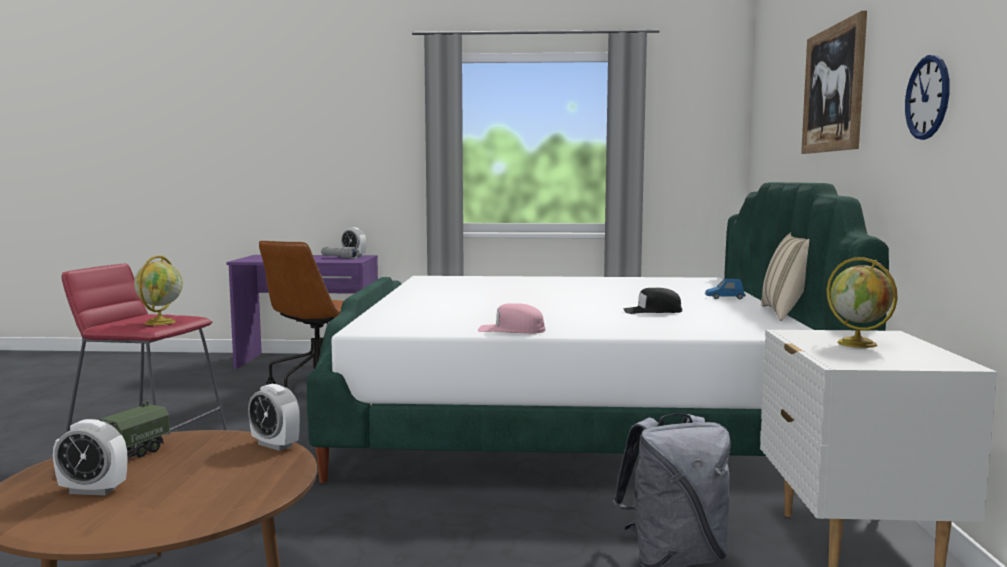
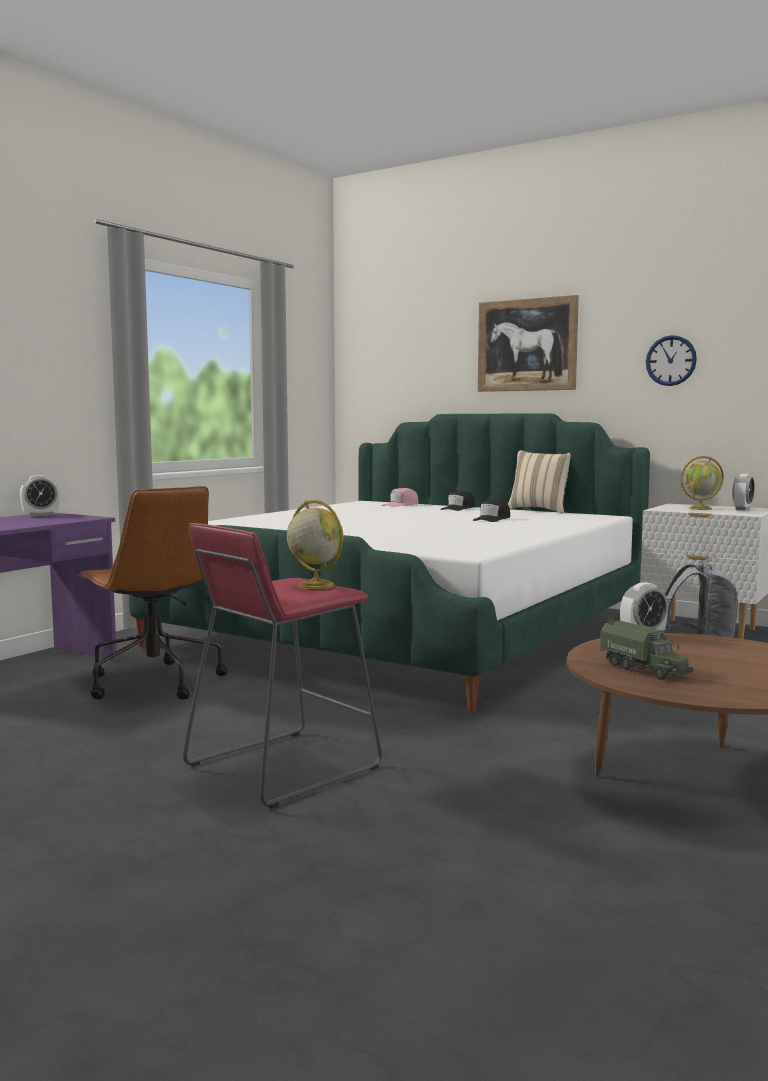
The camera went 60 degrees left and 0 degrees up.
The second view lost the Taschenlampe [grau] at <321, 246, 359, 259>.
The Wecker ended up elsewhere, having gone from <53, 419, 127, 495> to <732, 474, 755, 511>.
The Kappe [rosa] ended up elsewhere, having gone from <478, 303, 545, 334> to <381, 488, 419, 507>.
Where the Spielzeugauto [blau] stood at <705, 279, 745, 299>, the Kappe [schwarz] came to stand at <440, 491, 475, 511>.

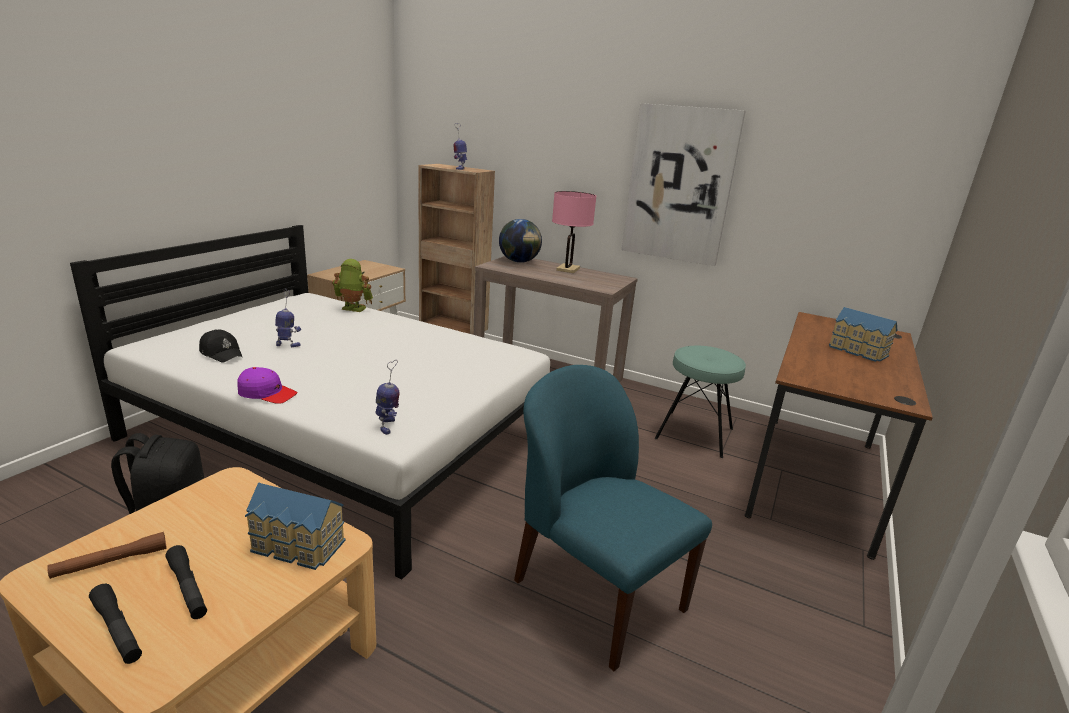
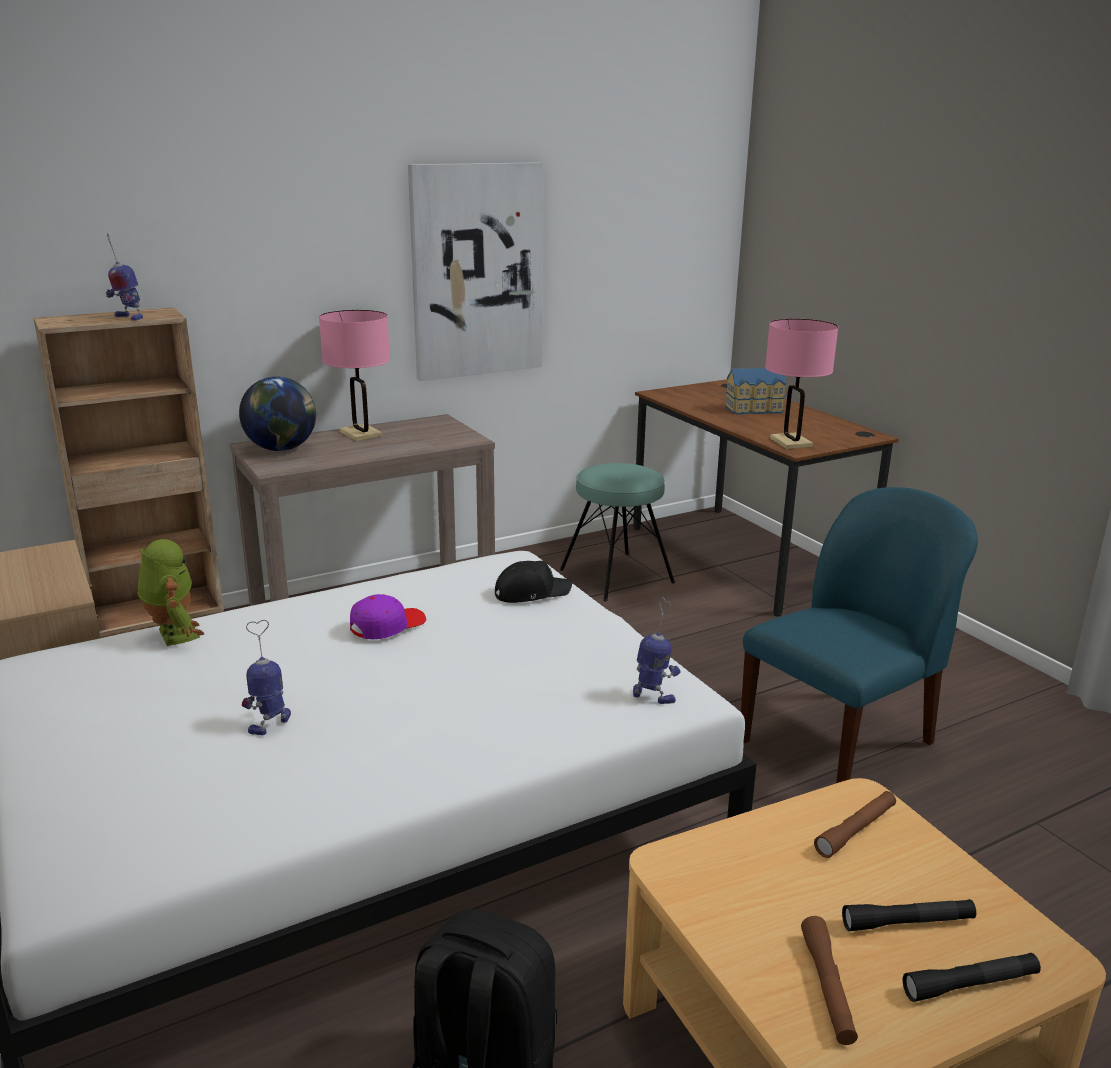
The camera went 55 degrees left and 0 degrees up.
The second view gained the Tischlampe [rosa] at <765, 319, 838, 449>.
The Kappe [schwarz] ended up elsewhere, having gone from <199, 329, 242, 363> to <495, 561, 572, 603>.
The Kappe [lila] ended up elsewhere, having gone from <237, 367, 298, 404> to <350, 594, 426, 639>.
Where the Spielzeughaus stood at <245, 482, 345, 570>, the Taschenlampe [braun] came to stand at <814, 791, 896, 858>.
The Spielzeugroboter at <332, 259, 373, 312> ended up facing another way, 105 degrees clockwise from before.
The Stuhl [blau] at <514, 365, 712, 671> ended up facing another way, 150 degrees clockwise from before.

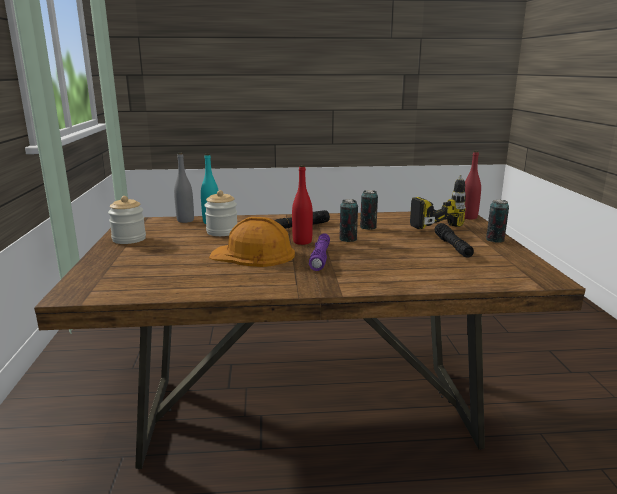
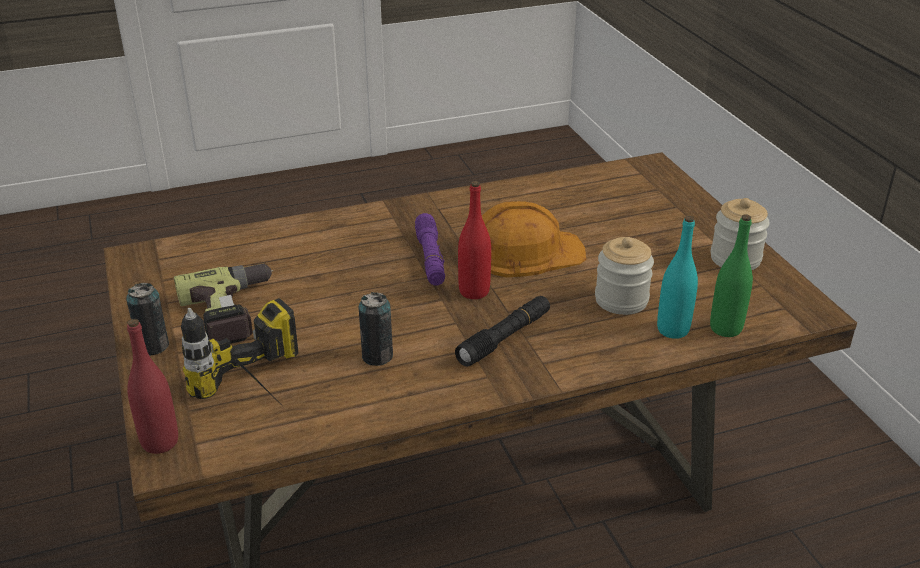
The camera went 165 degrees right and 15 degrees up.
The second view lost the Dose at <339, 199, 358, 242>.
Where the Taschenlampe [schwarz] stood at <435, 223, 474, 258>, the Bohrmaschine came to stand at <174, 263, 274, 343>.
What was the Flasche [grau] at <174, 153, 194, 223> turned into the Flasche [grün] at <710, 214, 753, 337>.

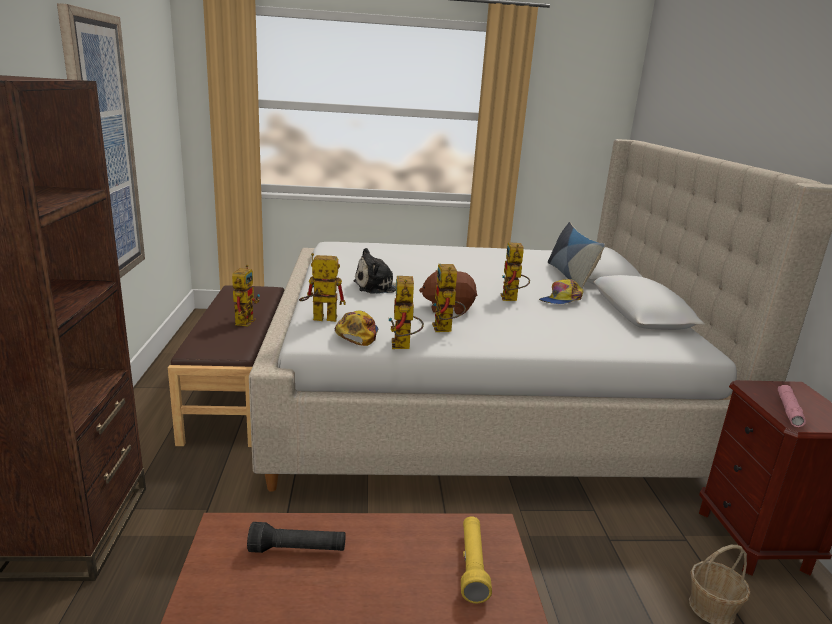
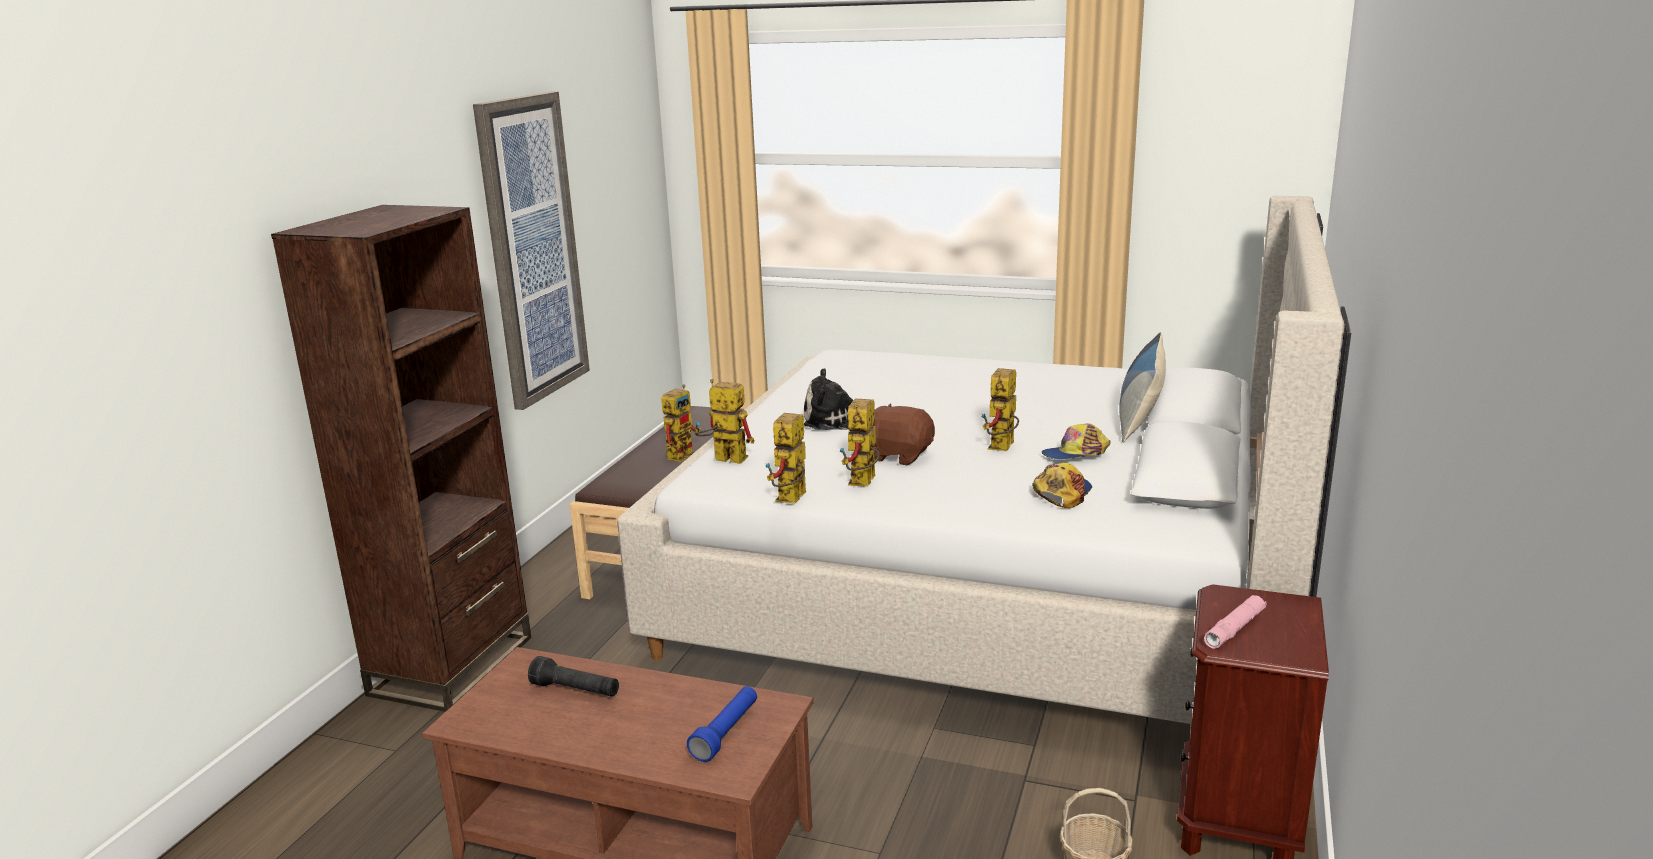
The camera went 25 degrees right and 0 degrees up.
The Kappe ended up elsewhere, having gone from <334, 310, 378, 346> to <1032, 463, 1092, 508>.
What was the Taschenlampe [gelb] at <461, 516, 492, 603> turned into the Taschenlampe [blau] at <687, 686, 757, 762>.

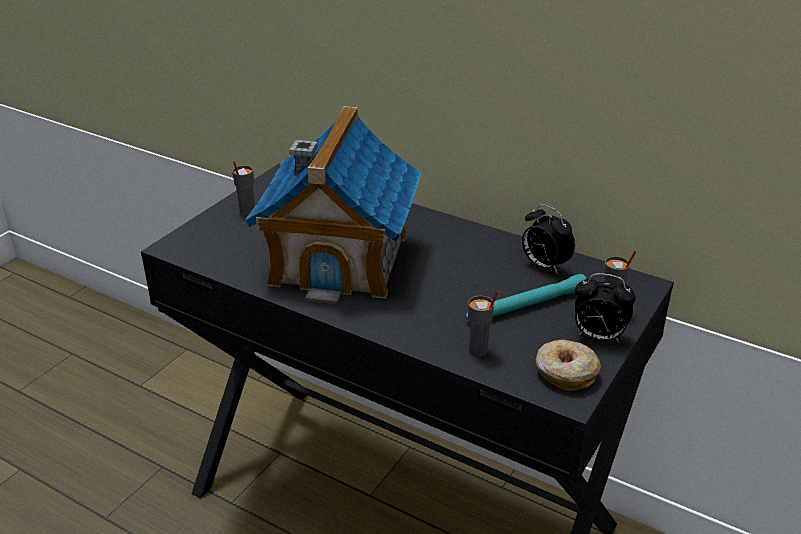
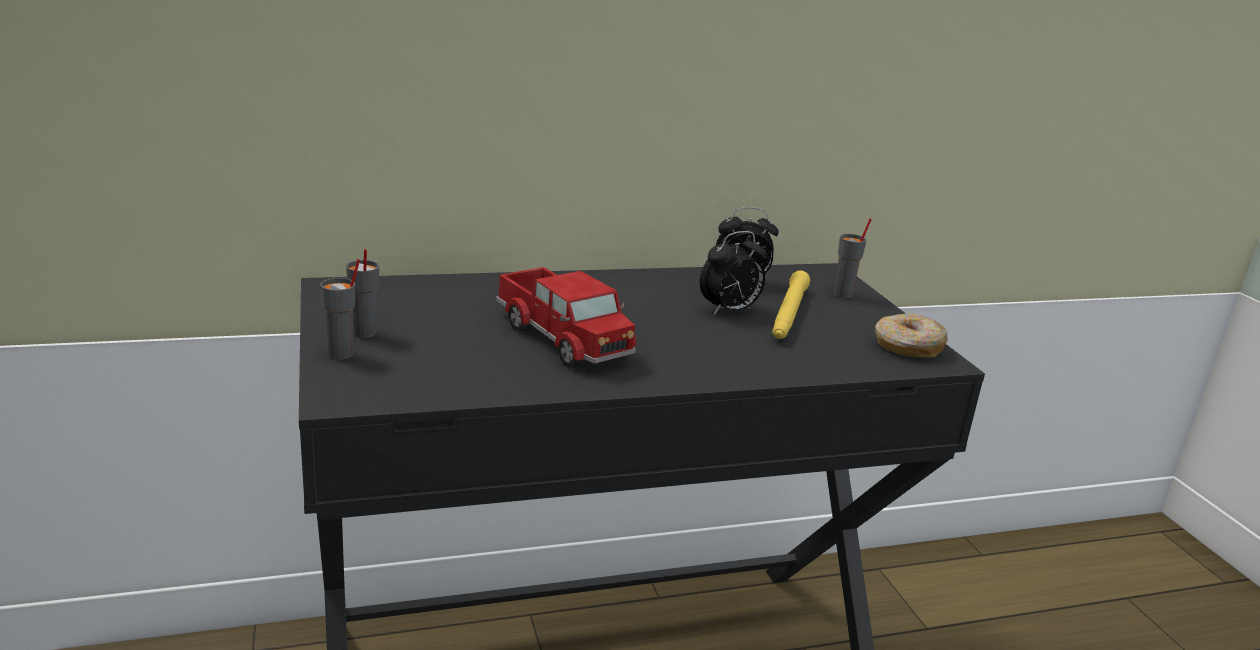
The camera went 50 degrees left and 10 degrees down.
The Tasse [grau] ended up elsewhere, having gone from <468, 291, 498, 357> to <320, 259, 360, 360>.
The Wecker ended up elsewhere, having gone from <575, 273, 636, 343> to <700, 231, 766, 315>.
Where the Spielzeughaus stood at <245, 106, 422, 304>, the Spielzeuglaster came to stand at <496, 267, 636, 368>.
What was the Taschenlampe [türkis] at <465, 274, 587, 319> turned into the Taschenlampe [gelb] at <772, 270, 810, 339>.

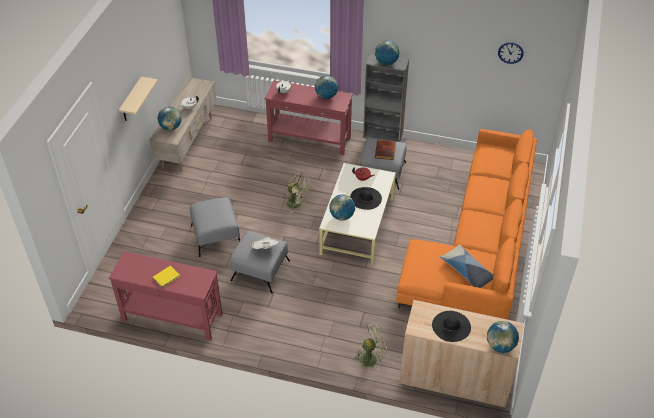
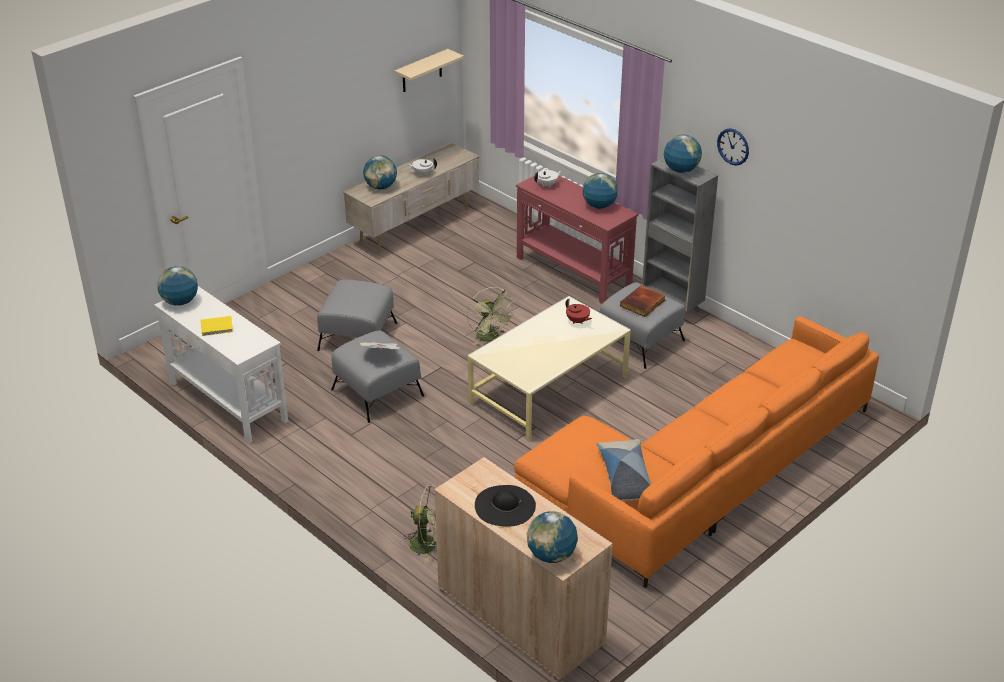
The camera went 30 degrees right and 10 degrees down.
The second view lost the Hut [schwarz] at <350, 187, 382, 210>.
The Wandregal [beige] ended up elsewhere, having gone from <119, 76, 158, 121> to <395, 49, 464, 92>.
The Globus ended up elsewhere, having gone from <329, 194, 355, 221> to <157, 266, 198, 306>.
The Wanduhr ended up elsewhere, having gone from <498, 42, 523, 64> to <717, 128, 749, 166>.
What was the Konsolentisch [rot] at <109, 251, 223, 341> turned into the Konsolentisch [weiß] at <154, 286, 288, 443>.

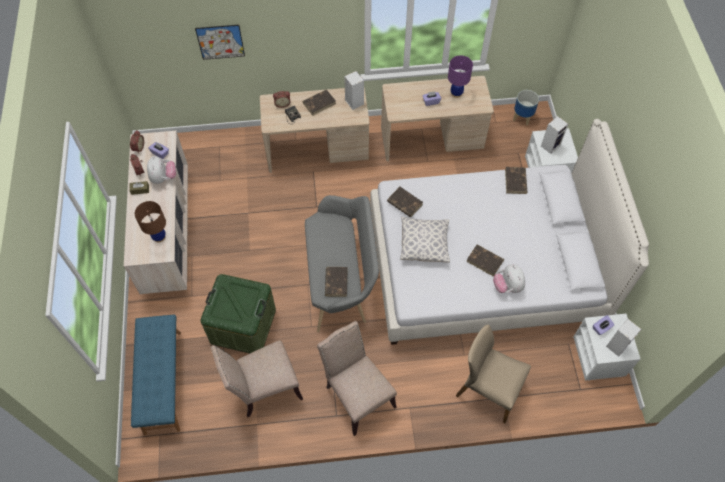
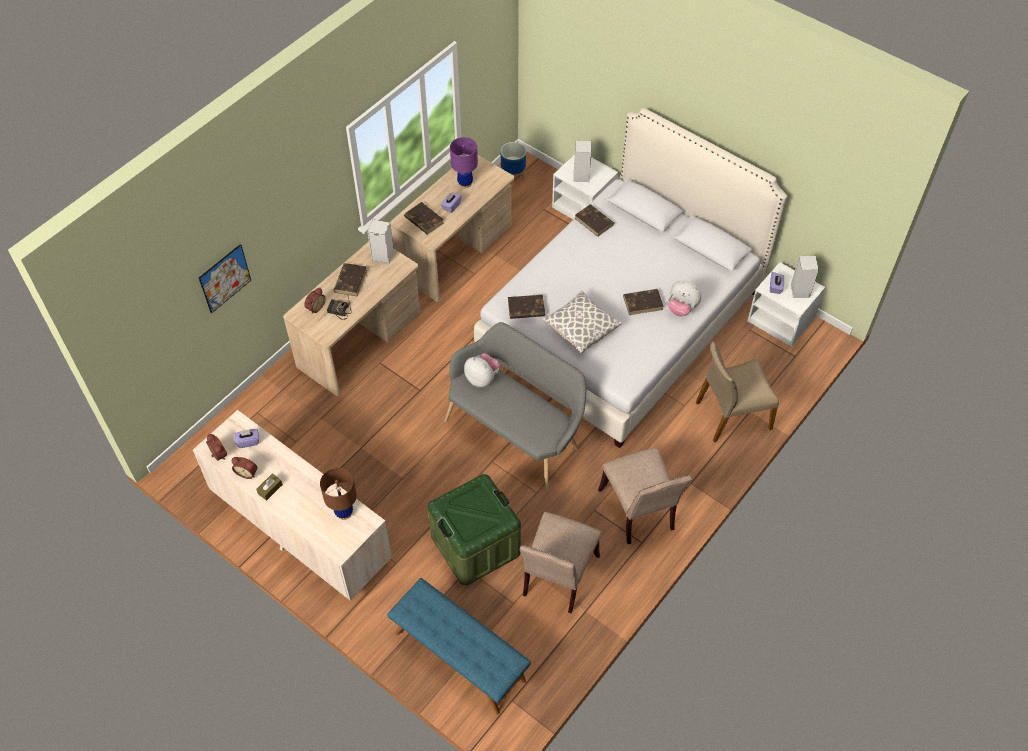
The camera went 45 degrees left and 5 degrees down.
The Plüschtier ended up elsewhere, having gone from <147, 156, 176, 184> to <464, 353, 500, 387>.
The Buch [braun] ended up elsewhere, having gone from <325, 267, 348, 297> to <404, 202, 444, 235>.
The Stuhl [beige] at <317, 321, 397, 436> ended up facing another way, 120 degrees counterclockwise from before.

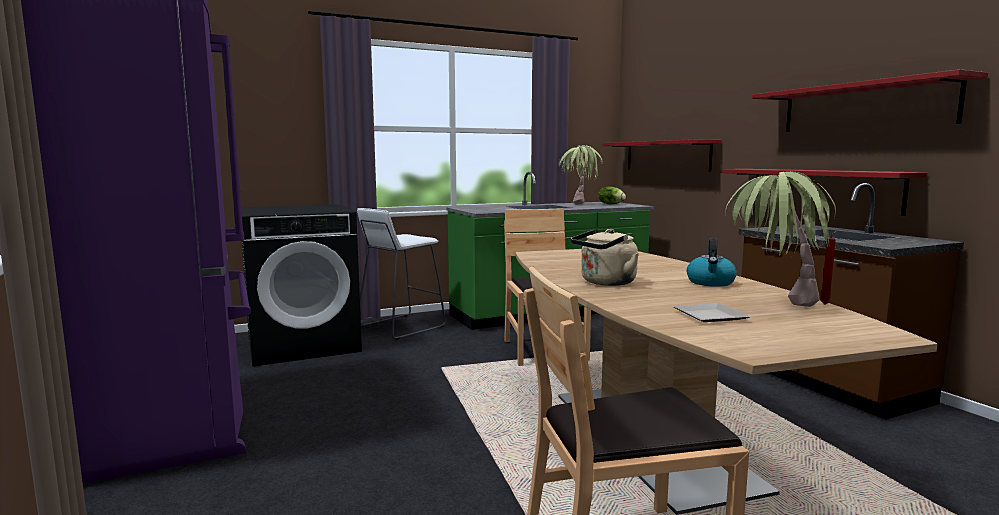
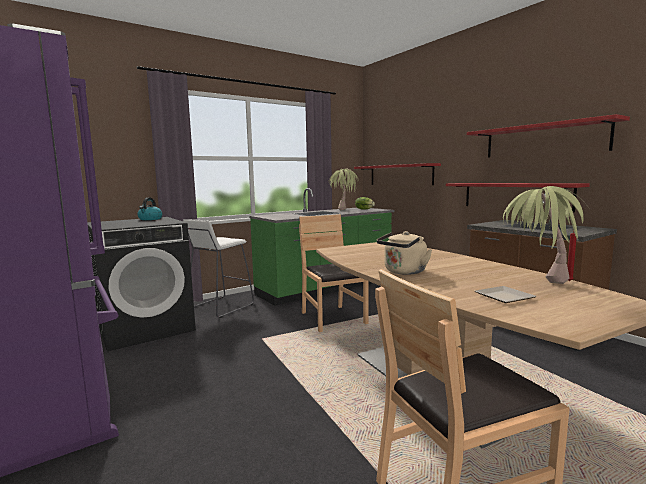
The camera went 10 degrees left and 0 degrees up.
The Wasserkessel ended up elsewhere, having gone from <687, 238, 737, 287> to <137, 197, 162, 220>.

